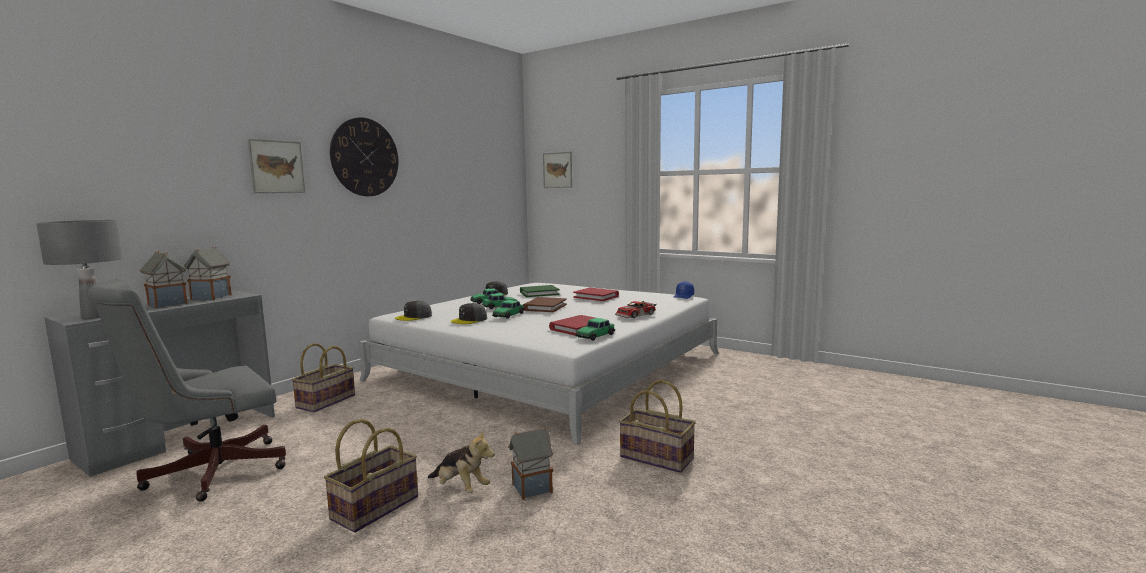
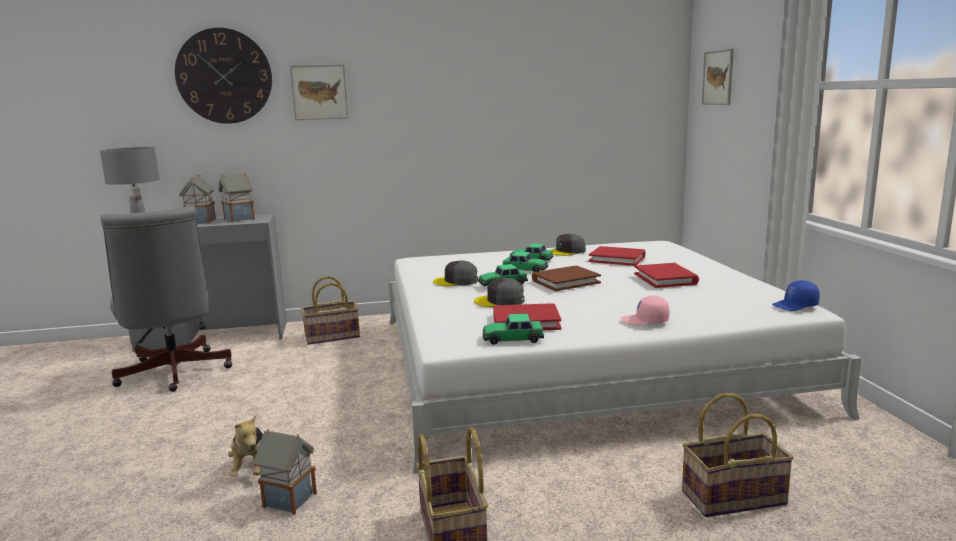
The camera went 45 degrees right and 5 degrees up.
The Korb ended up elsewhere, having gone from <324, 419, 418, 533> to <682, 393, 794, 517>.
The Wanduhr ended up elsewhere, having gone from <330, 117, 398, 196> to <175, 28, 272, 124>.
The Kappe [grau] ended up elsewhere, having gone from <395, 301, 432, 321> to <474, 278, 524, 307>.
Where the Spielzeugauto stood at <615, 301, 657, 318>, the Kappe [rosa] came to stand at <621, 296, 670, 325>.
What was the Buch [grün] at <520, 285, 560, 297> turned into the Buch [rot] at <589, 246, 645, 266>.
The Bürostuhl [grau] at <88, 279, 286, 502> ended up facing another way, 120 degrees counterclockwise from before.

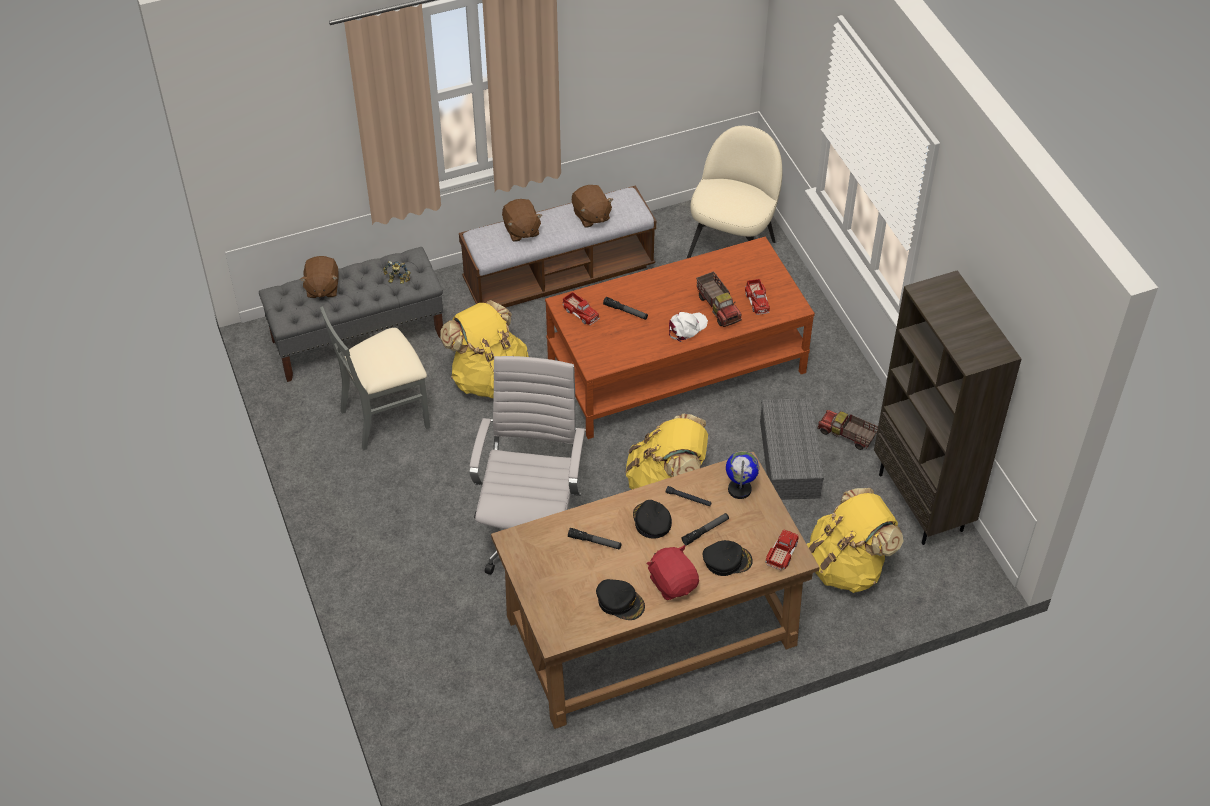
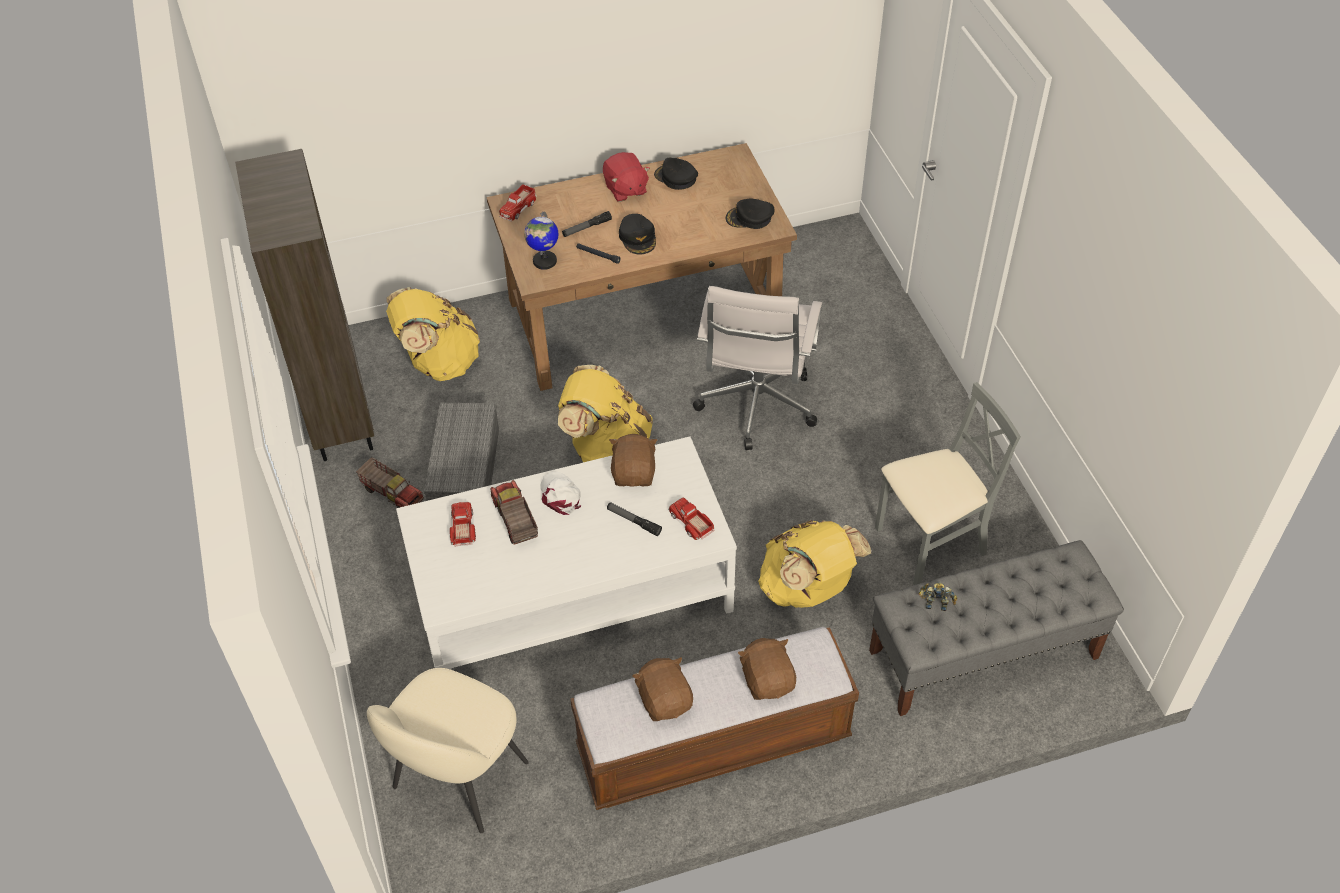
The camera went 175 degrees left and 0 degrees up.
The second view lost the Taschenlampe at <568, 528, 622, 550>.
The Plüschtier [braun] ended up elsewhere, having gone from <300, 256, 338, 298> to <609, 434, 657, 487>.
The Kappe [schwarz] ended up elsewhere, having gone from <703, 540, 753, 576> to <726, 199, 775, 229>.
What was the Couchtisch [braun] at <545, 237, 815, 439> turned into the Couchtisch [weiß] at <396, 436, 737, 669>.
The Kappe [weiß] at <669, 312, 708, 342> ended up facing another way, 105 degrees clockwise from before.

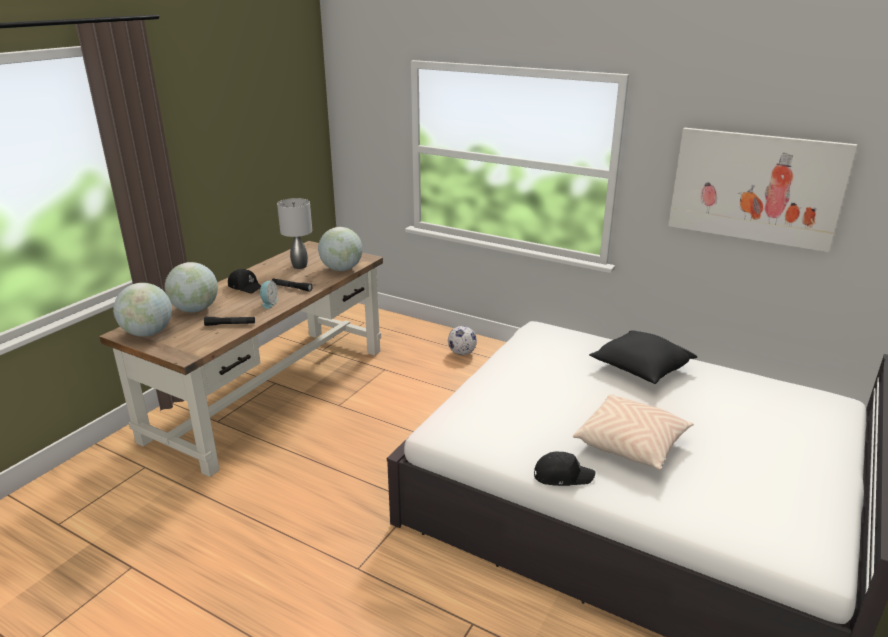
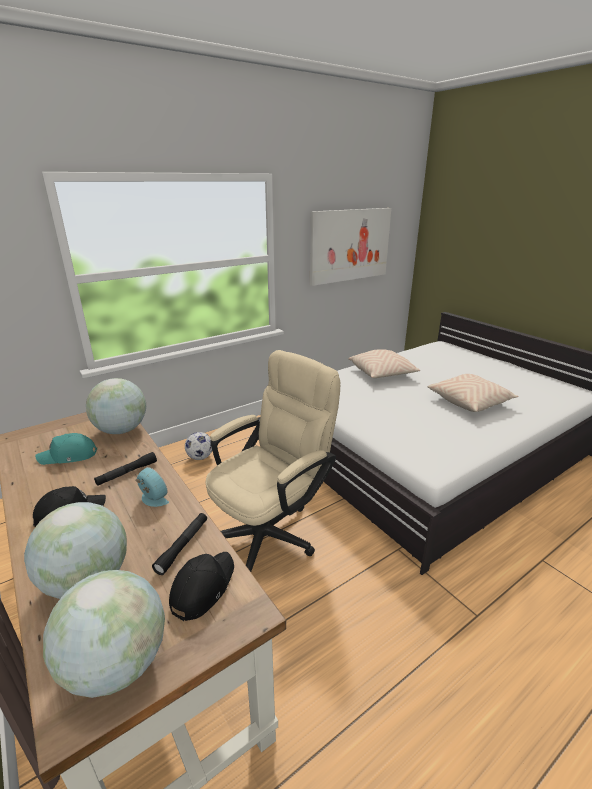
The camera went 65 degrees left and 0 degrees up.
The second view gained the Bürostuhl [beige] at <205, 350, 340, 572>.
The Kappe [schwarz] ended up elsewhere, having gone from <534, 452, 595, 486> to <169, 552, 234, 621>.
Where the Tischlampe [grau] stood at <277, 198, 312, 269>, the Kappe [türkis] came to stand at <35, 433, 97, 465>.
What was the Kissen [schwarz] at <589, 331, 697, 384> turned into the Kissen [beige] at <348, 349, 420, 378>.

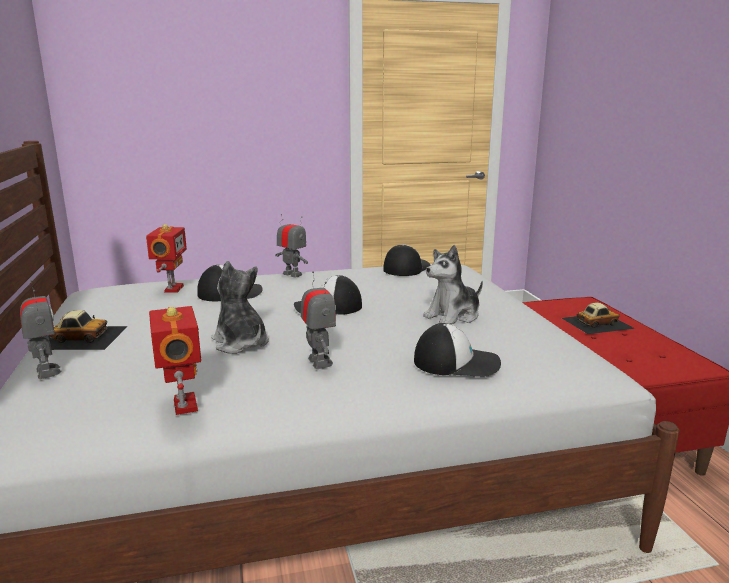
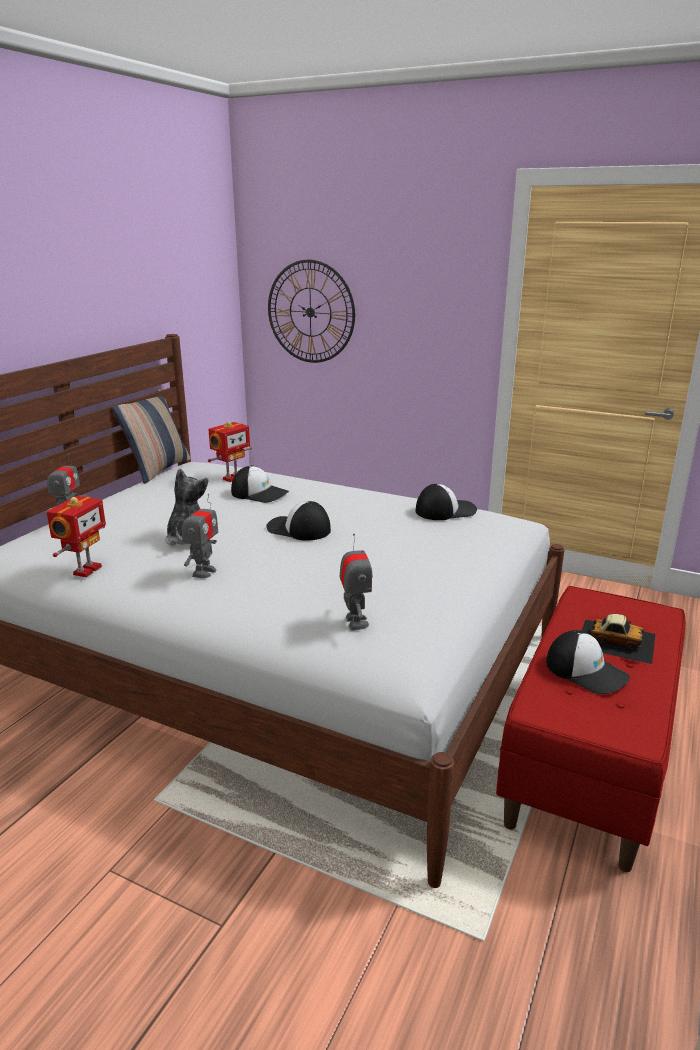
The camera went 40 degrees right and 5 degrees up.
The second view lost the Spielzeugauto at <48, 310, 128, 350>.
The second view lost the Plüschtier at <423, 245, 483, 324>.
The second view gained the Kissen at <112, 389, 191, 484>.
The second view gained the Wanduhr at <268, 260, 355, 363>.
The Spielzeugroboter ended up elsewhere, having gone from <275, 214, 308, 278> to <339, 534, 373, 631>.
The Kappe ended up elsewhere, having gone from <414, 323, 501, 377> to <546, 630, 630, 694>.

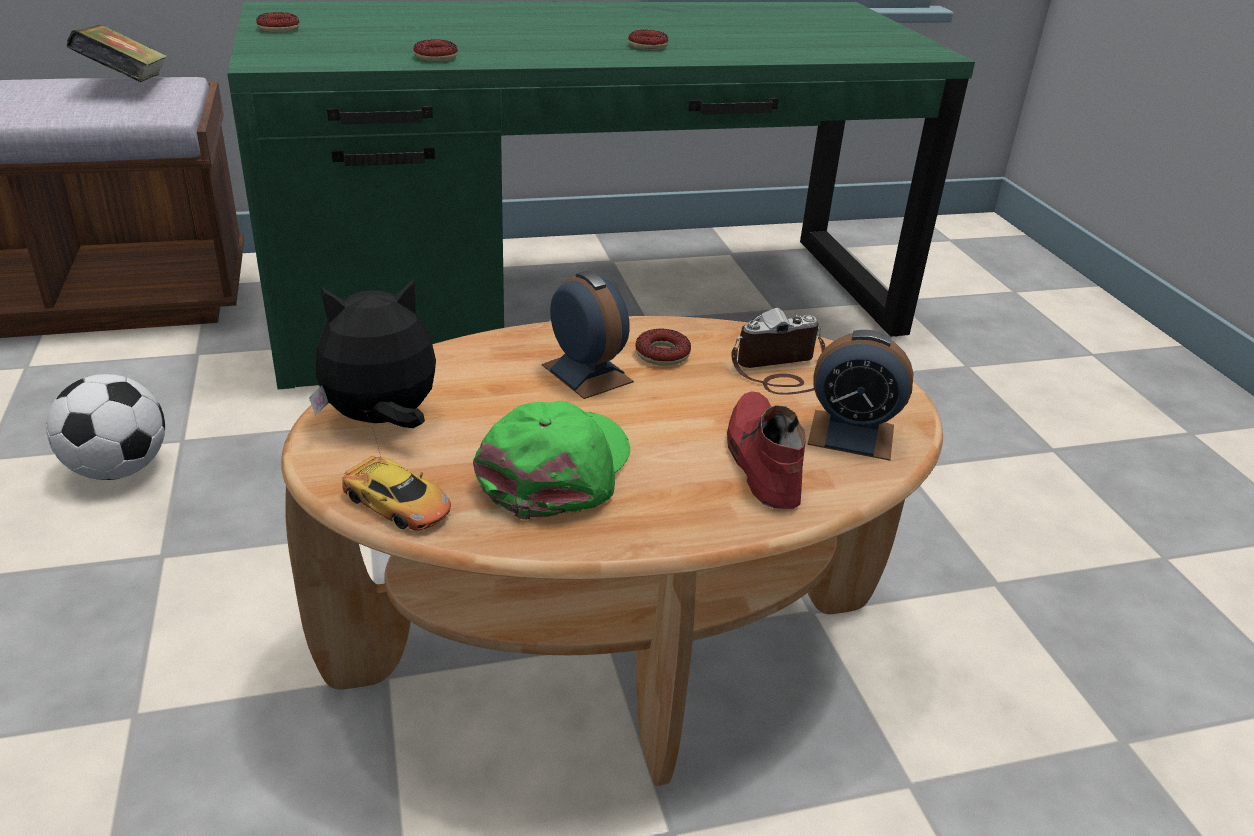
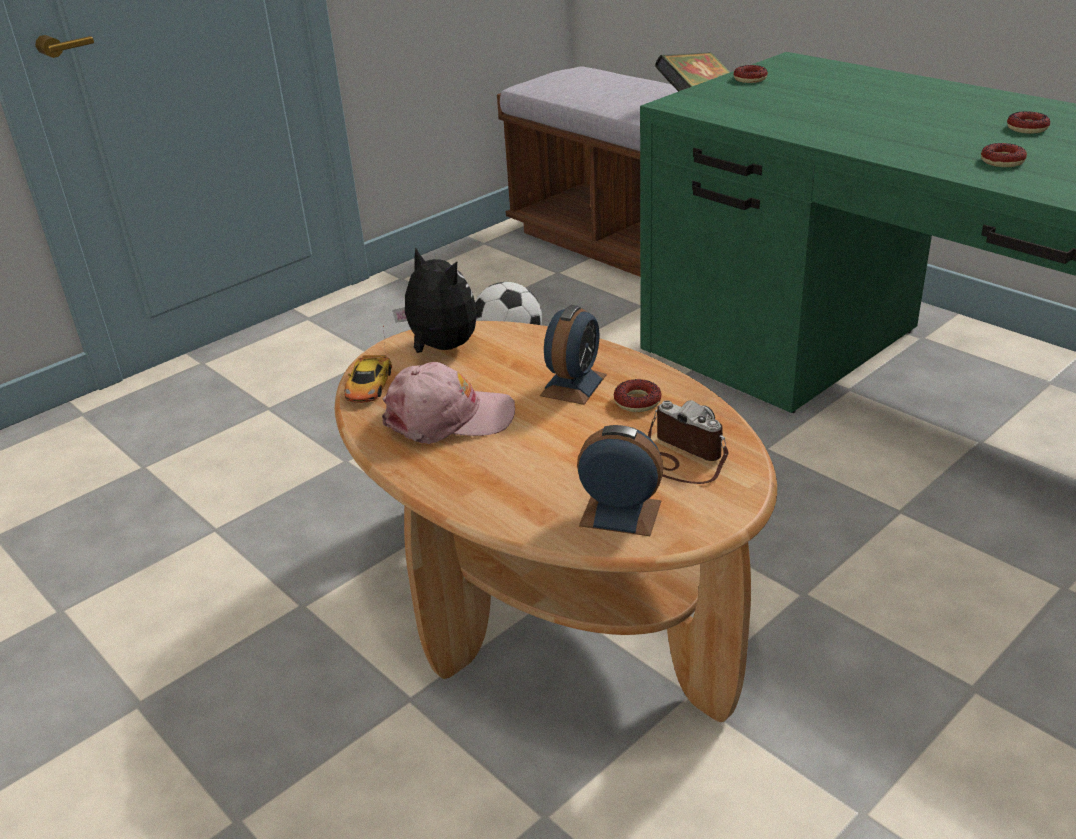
The camera went 65 degrees right and 0 degrees up.
The second view lost the Schuh [rot] at <727, 391, 806, 509>.
The Donut ended up elsewhere, having gone from <413, 39, 458, 62> to <1007, 111, 1050, 134>.
What was the Kappe [grün] at <473, 401, 630, 520> turned into the Kappe [rosa] at <382, 362, 515, 444>.
The Wecker at <807, 330, 913, 461> ended up facing another way, 120 degrees clockwise from before.

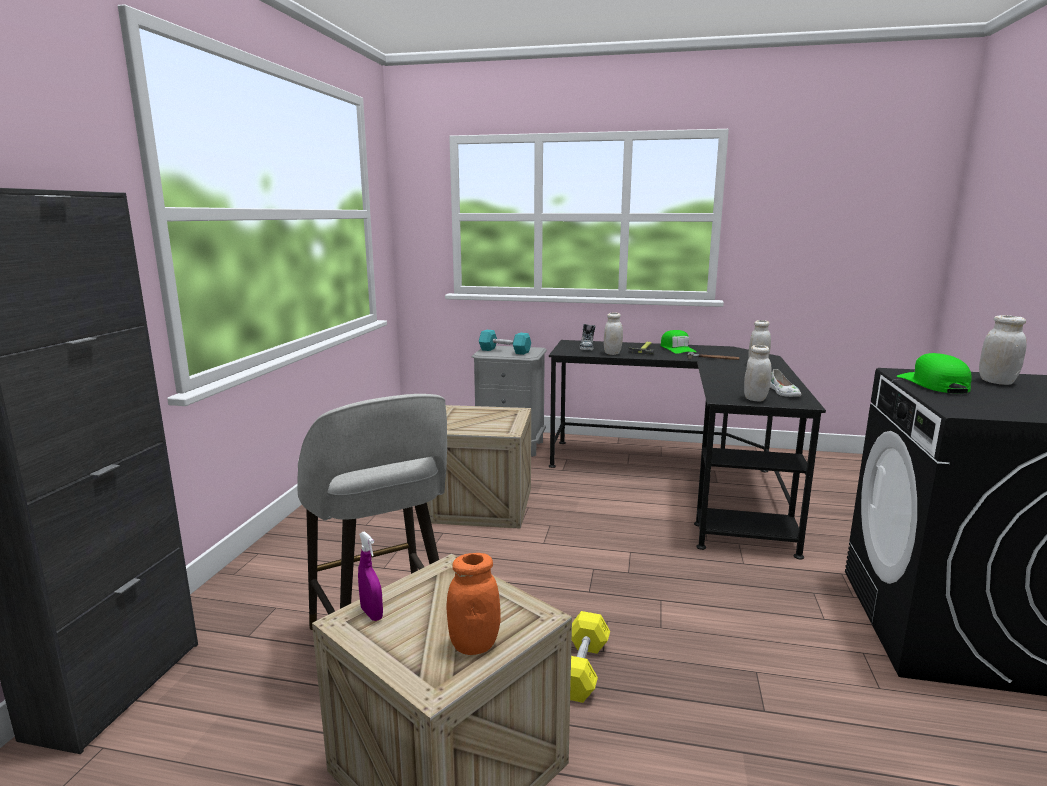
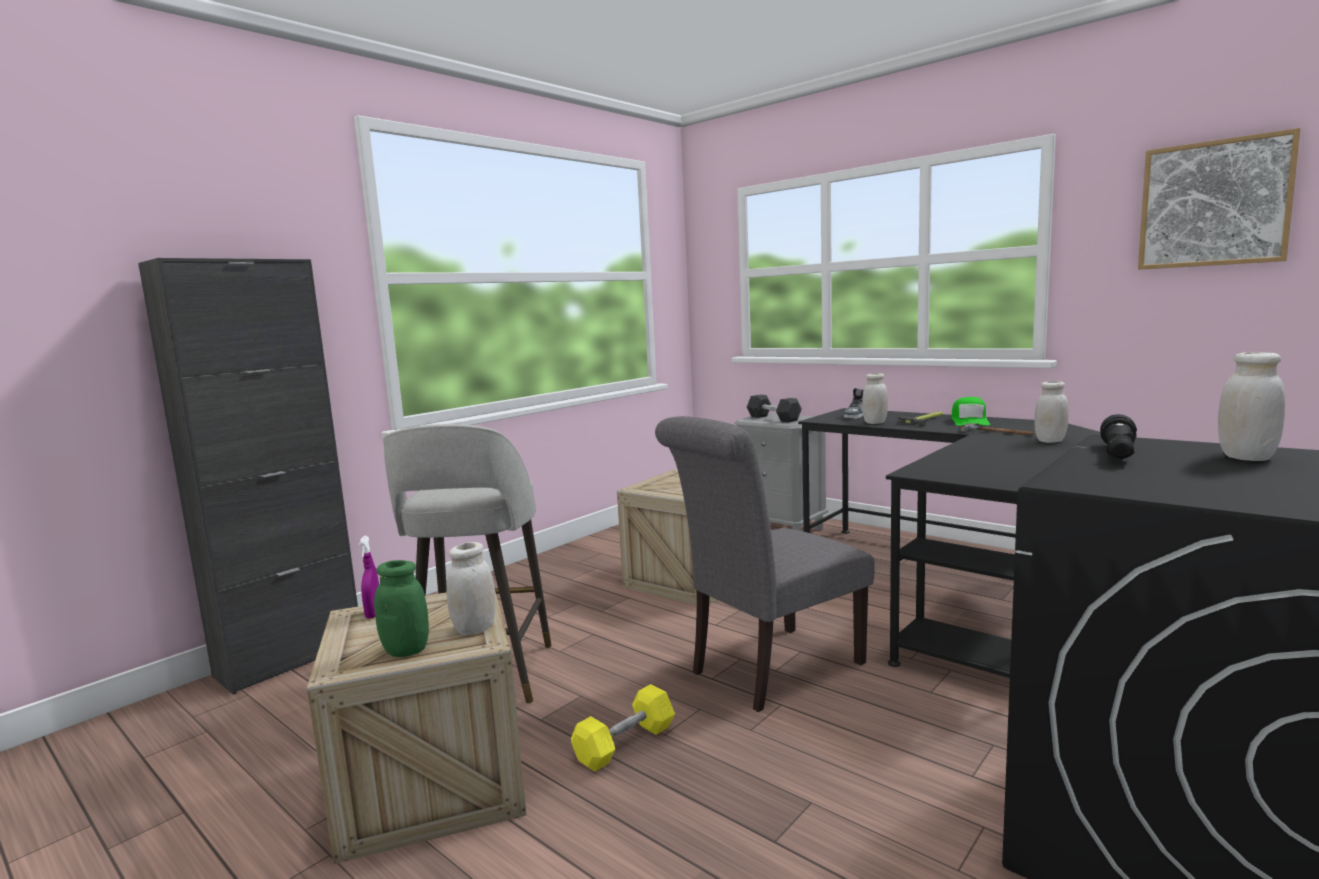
The camera went 30 degrees right and 5 degrees down.
The second view lost the Schuh [weiß] at <770, 369, 801, 397>.
The second view gained the Stuhl [grau] at <655, 416, 875, 712>.
The second view gained the Bild at <1138, 128, 1300, 270>.
The Vorratsglas [weiß] ended up elsewhere, having gone from <744, 345, 772, 402> to <446, 542, 496, 636>.
Where the Kappe [grün] stood at <897, 353, 972, 394>, the Taschenlampe [schwarz] came to stand at <1100, 414, 1137, 459>.
What was the Vorratsglas [orange] at <447, 553, 500, 655> turned into the Vorratsglas [grün] at <374, 560, 429, 657>.
What was the Hantel [türkis] at <479, 330, 531, 355> turned into the Hantel [grau] at <747, 394, 802, 423>.

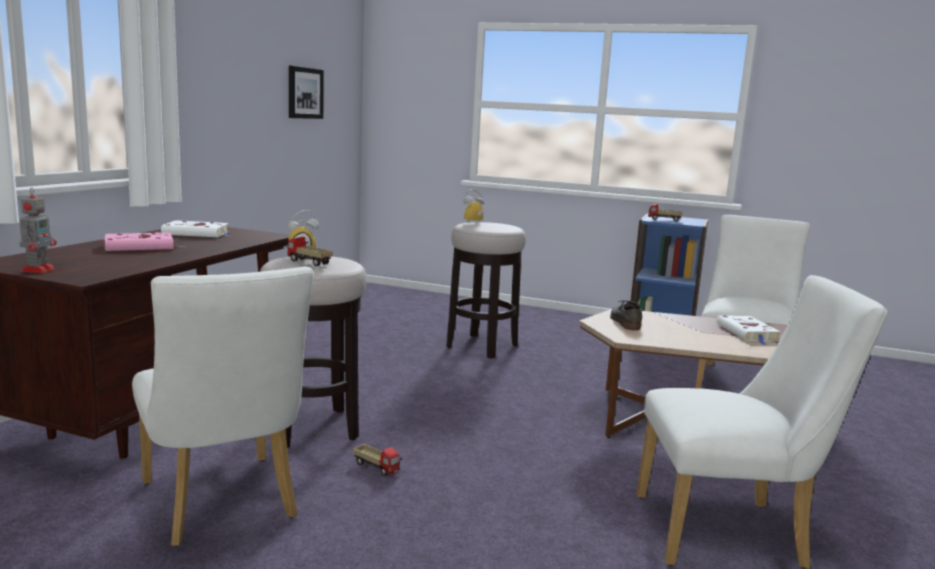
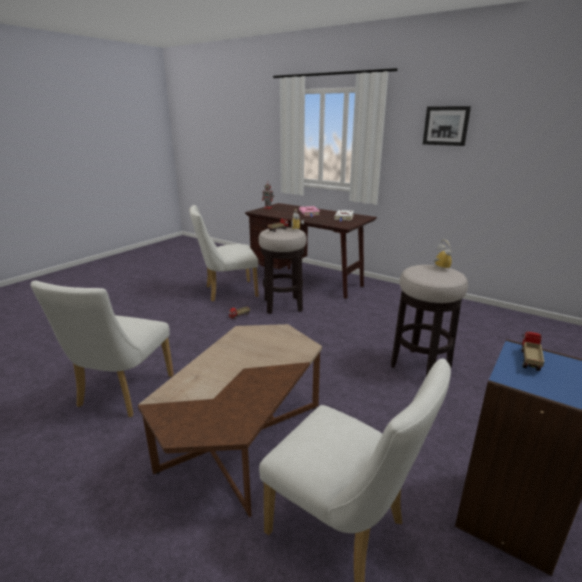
The camera went 105 degrees right and 10 degrees up.
The second view lost the Schuh [grau] at <610, 301, 642, 330>.
The second view lost the Buch [weiß] at <716, 315, 780, 345>.
The Bild ended up elsewhere, having gone from <289, 66, 324, 119> to <423, 106, 471, 146>.

